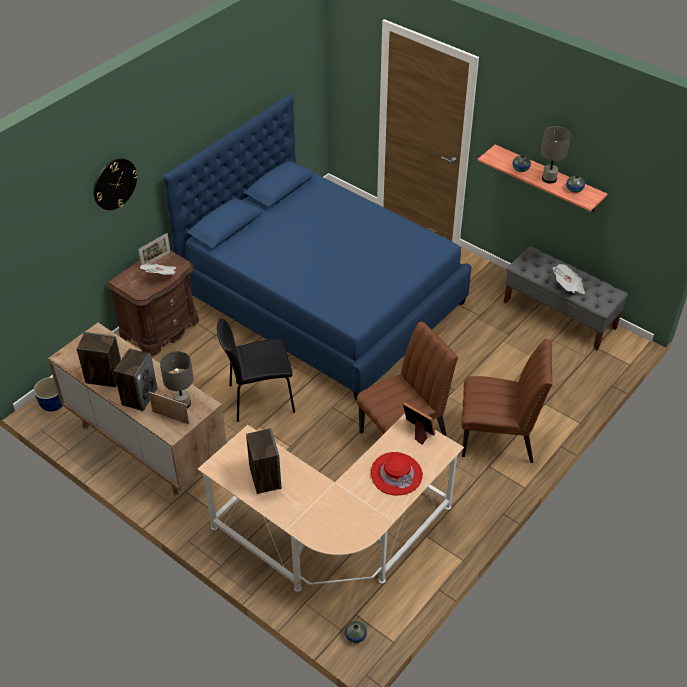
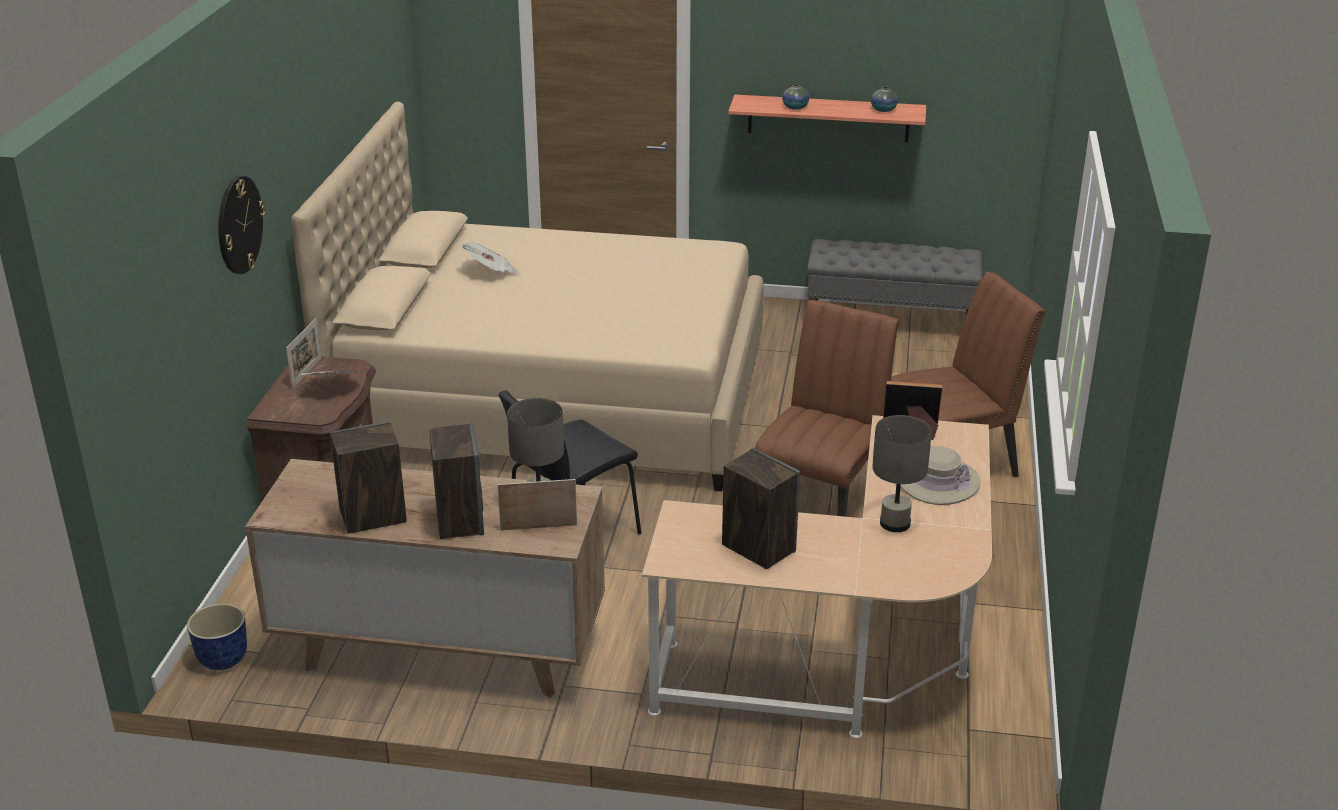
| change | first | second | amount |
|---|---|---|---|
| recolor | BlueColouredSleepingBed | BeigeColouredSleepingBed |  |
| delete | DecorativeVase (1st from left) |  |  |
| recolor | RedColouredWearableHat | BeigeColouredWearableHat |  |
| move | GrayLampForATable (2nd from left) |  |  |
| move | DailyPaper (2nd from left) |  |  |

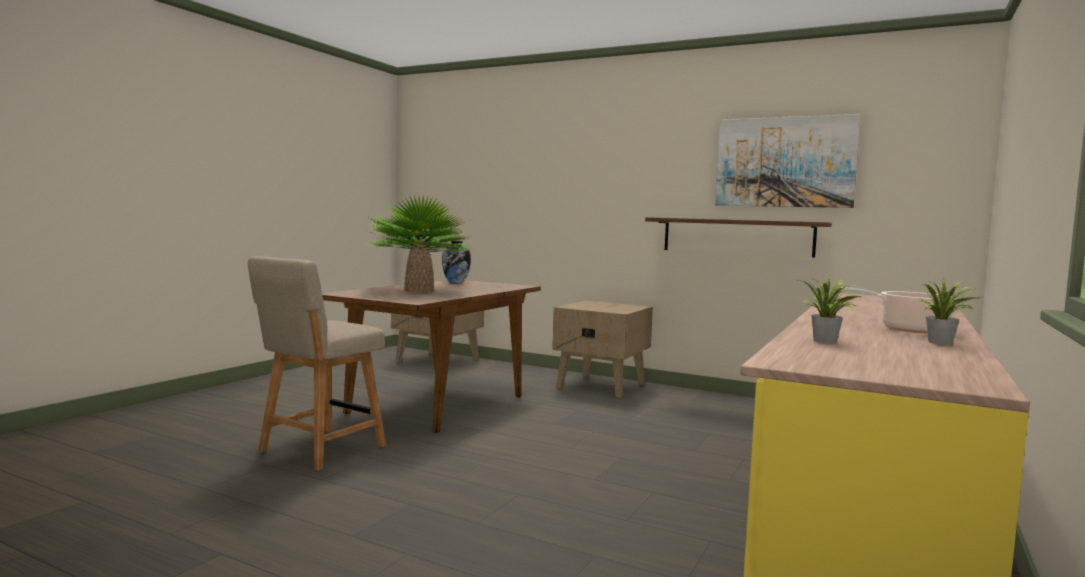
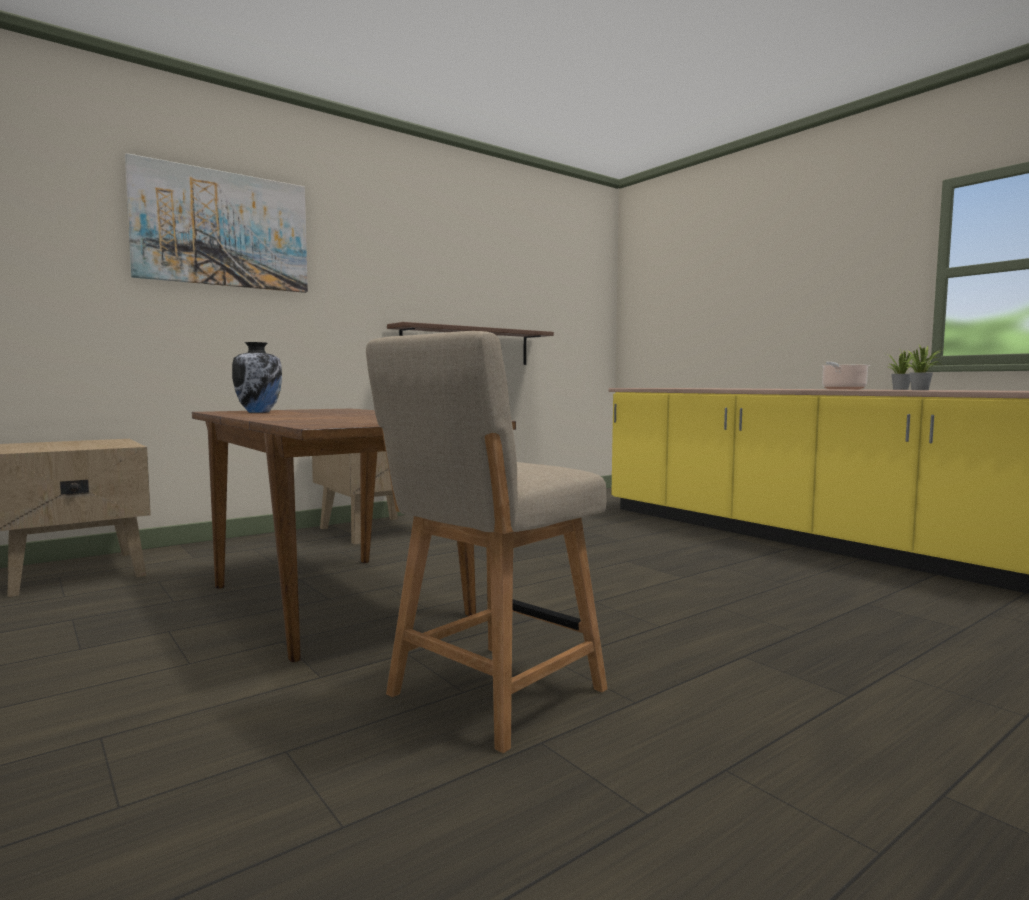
| change | first | second | amount |
|---|---|---|---|
| rotate | BeigeColouredChair |  | 75 degrees clockwise |
| delete | PlantInAPot (1st from left) |  |  |
| move | Picture |  |  |

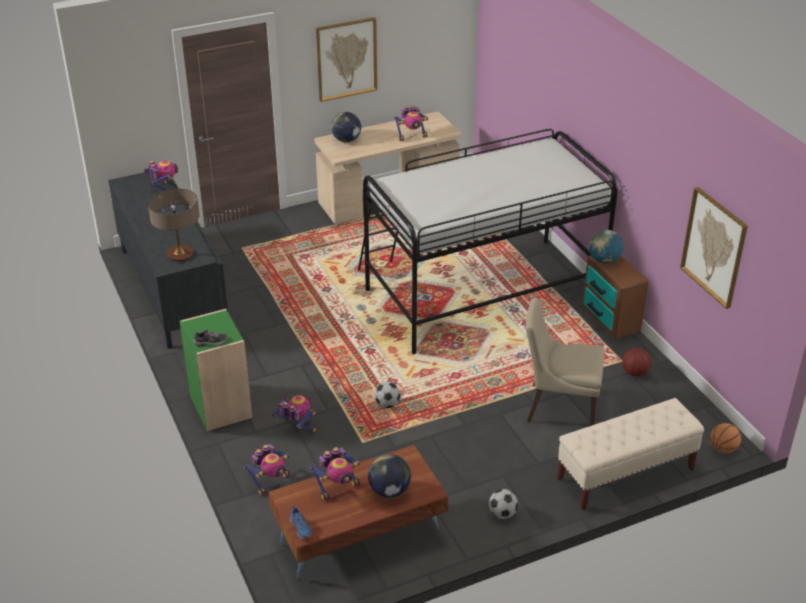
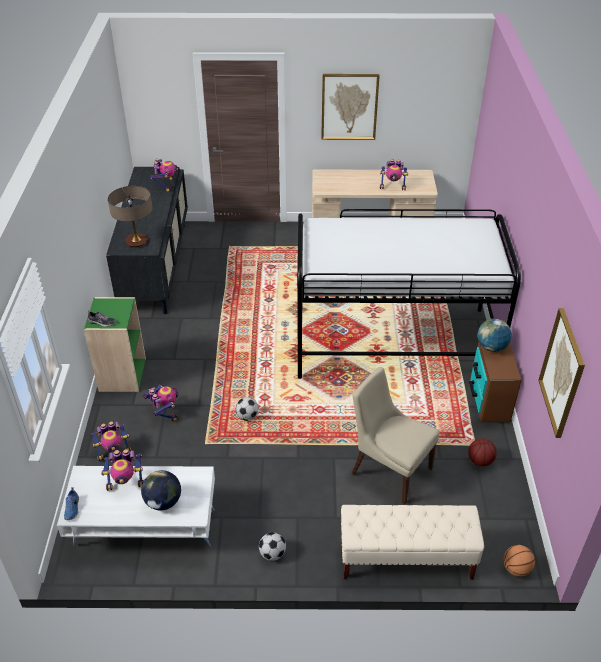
| change | first | second | amount |
|---|---|---|---|
| recolor | BrownLowTable | WhiteLowTable |  |
| delete | WorldGlobe (1st from left) |  |  |

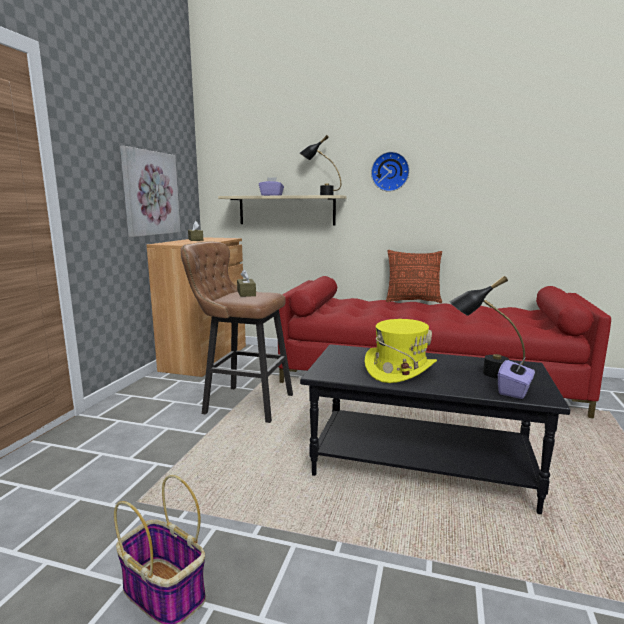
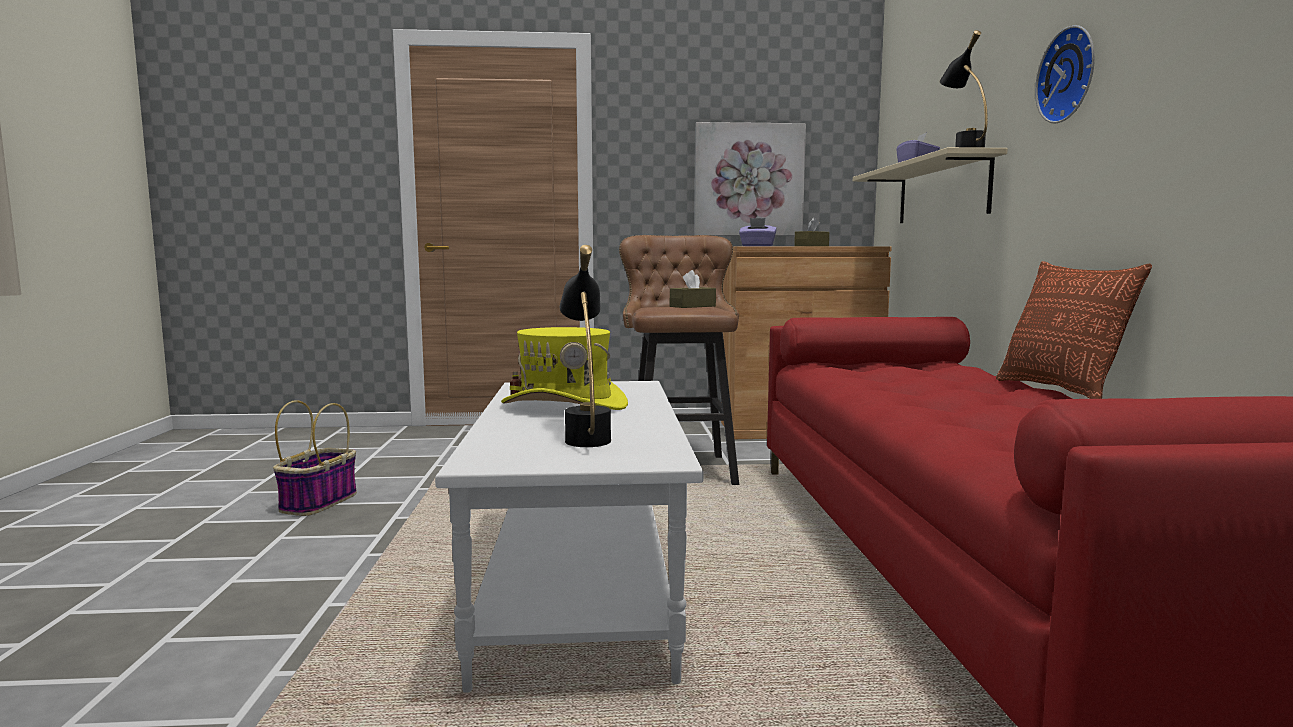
| change | first | second | amount |
|---|---|---|---|
| recolor | BlackColouredLowTable | WhiteLowTable |  |
| move | PurpleColouredBoxOfTissues (2nd from left in the first image) | PurpleColouredBoxOfTissues (1st from left) |  |

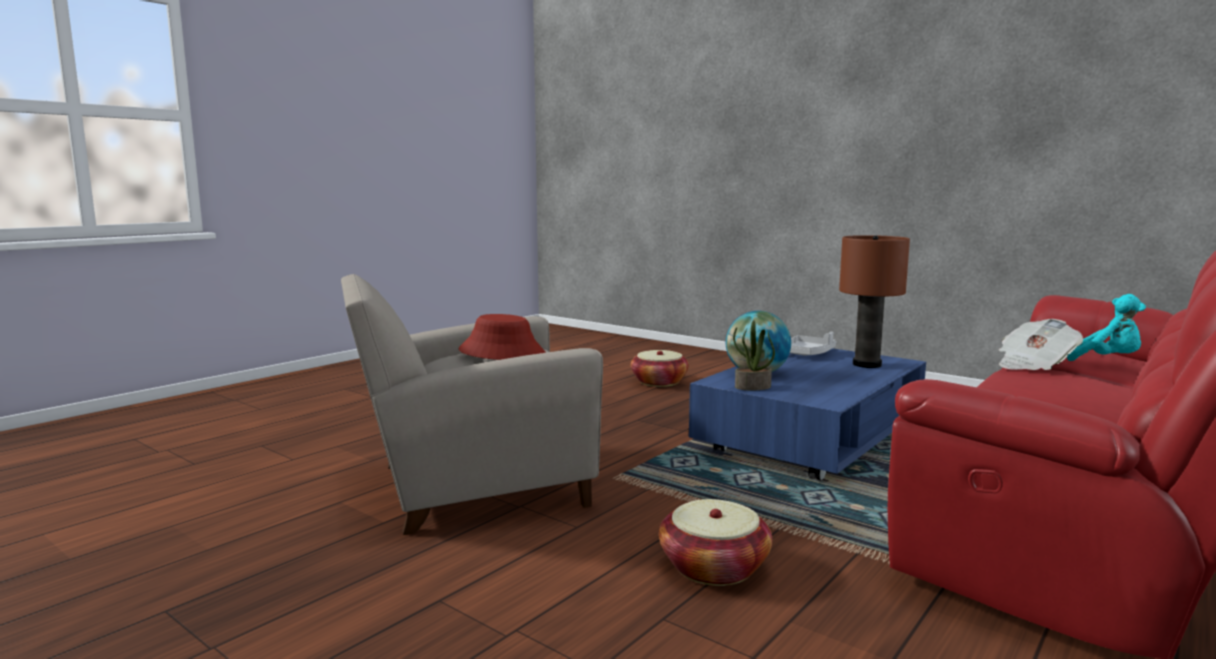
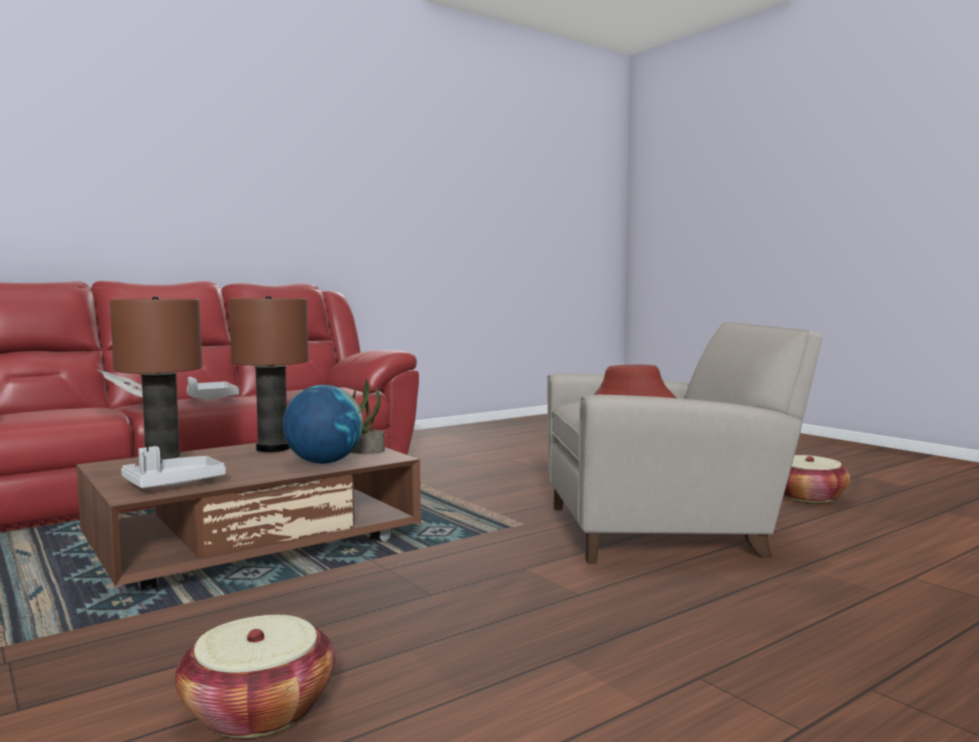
| change | first | second | amount |
|---|---|---|---|
| move | Basket (2nd from left) |  |  |
| recolor | BlueColouredLowTable | BrownLowTable |  |
| delete | TurquoiseColouredCuddlyToy |  |  |
| insert |  | GrayTray (2nd from left) |  |
| insert |  | BrownLampForATable (2nd from left) |  |

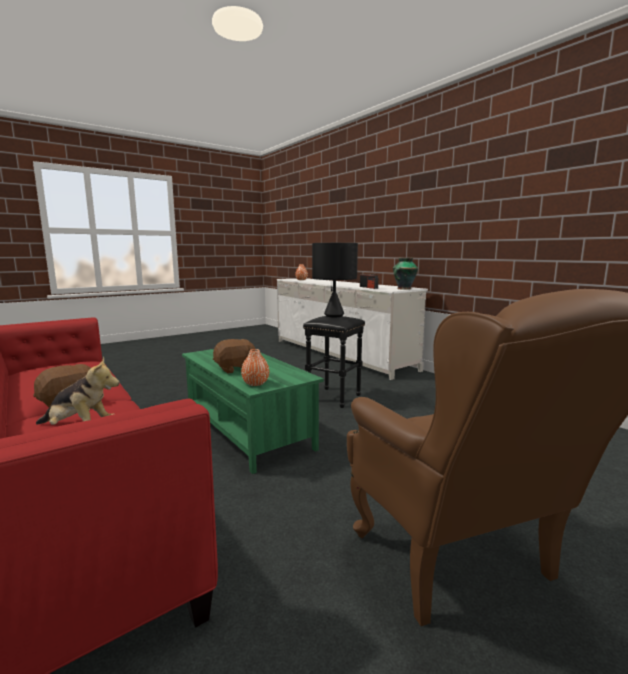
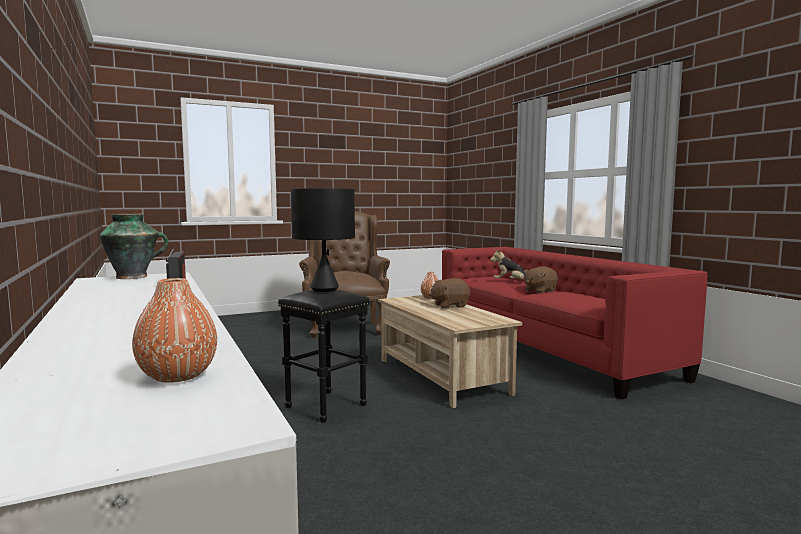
| change | first | second | amount |
|---|---|---|---|
| recolor | GreenishLowTable | BeigeColouredLowTable |  |

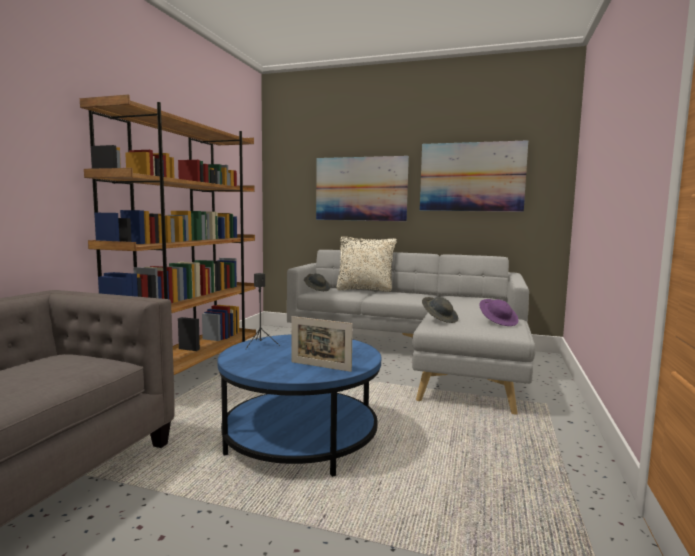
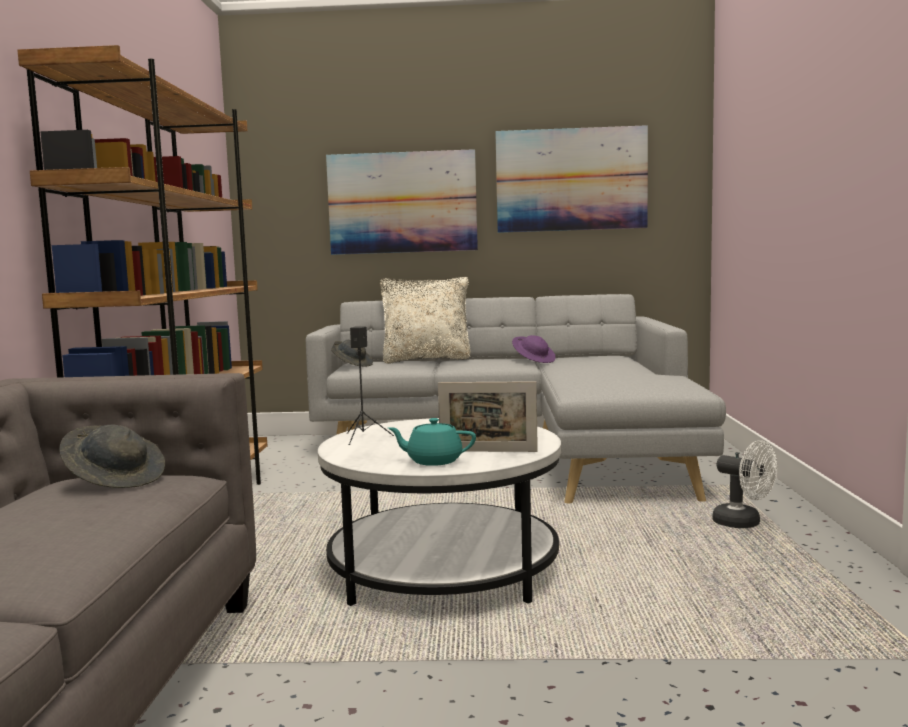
| change | first | second | amount |
|---|---|---|---|
| recolor | BlueColouredLowTable | WhiteLowTable |  |
| move | GrayWearableHat (2nd from left in the first image) | GrayWearableHat (1st from left) |  |
| move | PurpleColouredWearableHat |  |  |
| insert |  | TurquoiseColouredTeaPot |  |
| insert |  | WhiteFan |  |

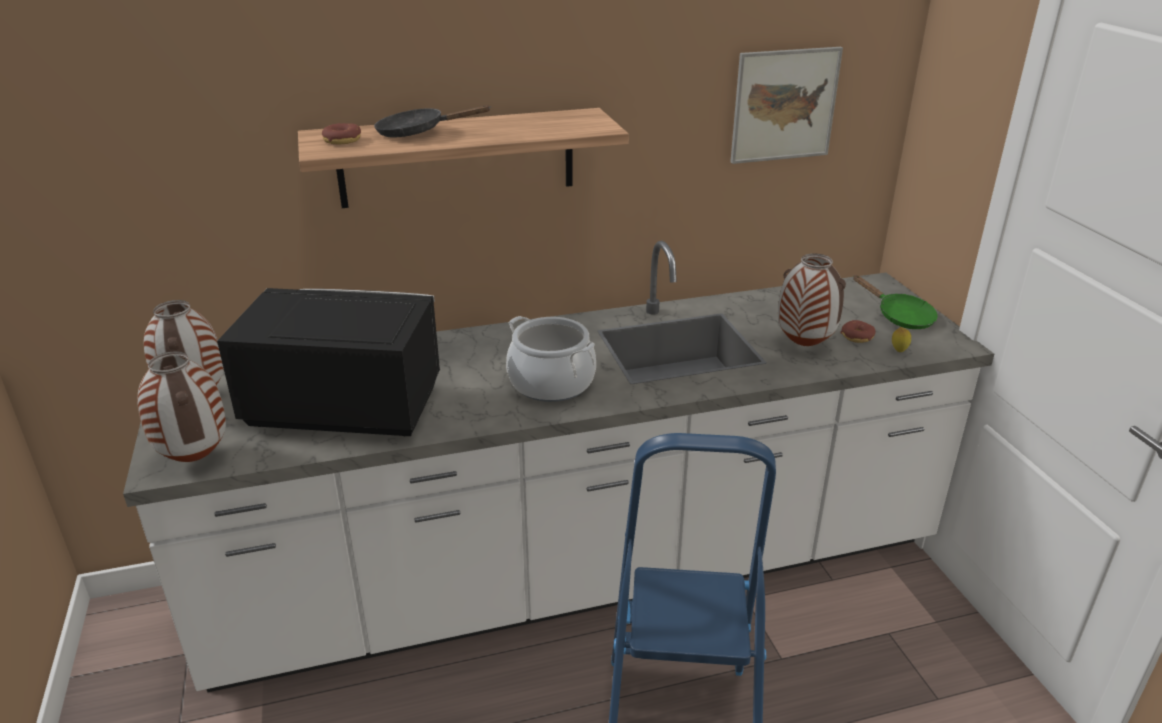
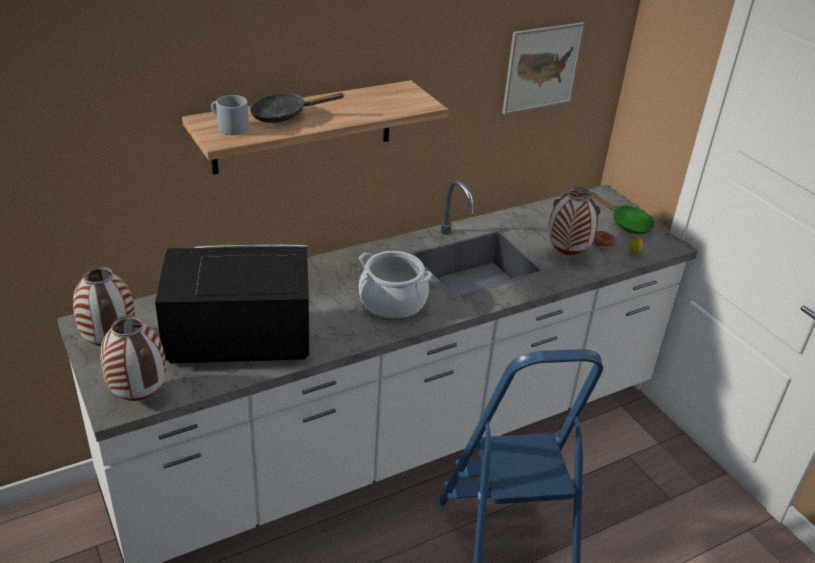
| change | first | second | amount |
|---|---|---|---|
| replace | RingDoughnut (1st from left) | GrayTeaMug |  |

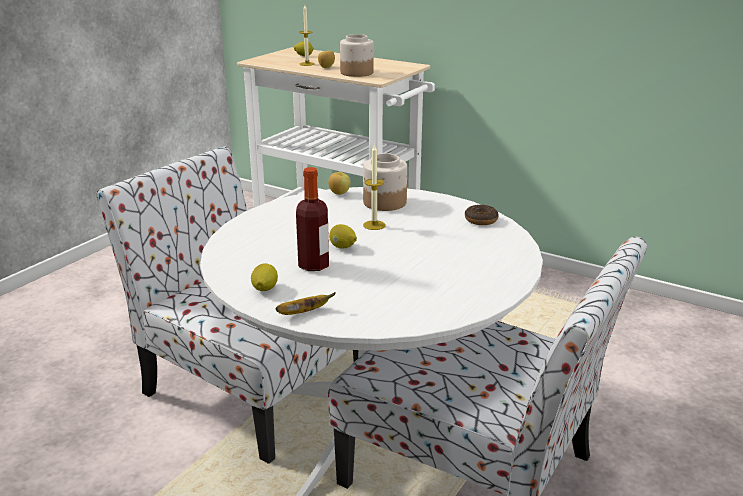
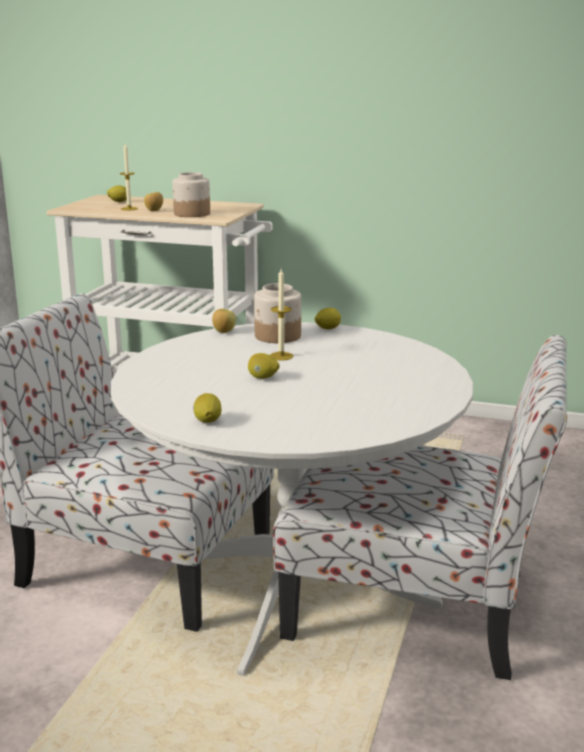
| change | first | second | amount |
|---|---|---|---|
| delete | BananaFruit |  |  |
| delete | DrinkBottle |  |  |
| delete | RingDoughnut |  |  |
| insert |  | Lemon (4th from left) |  |

